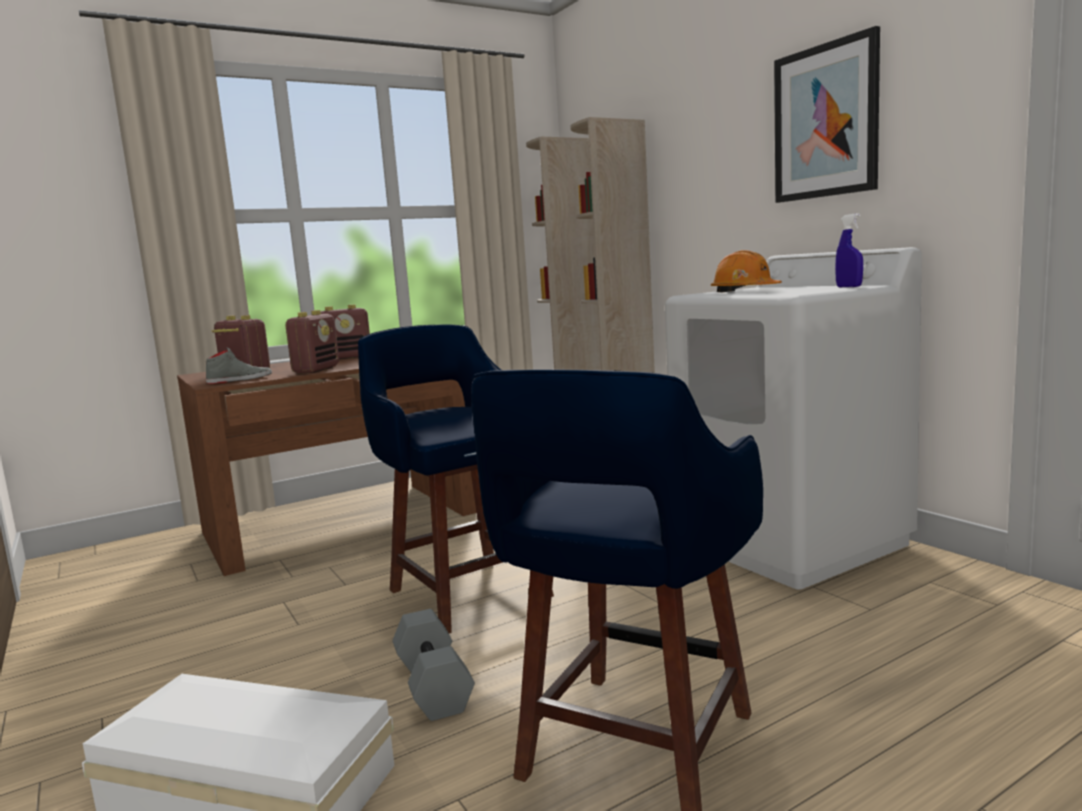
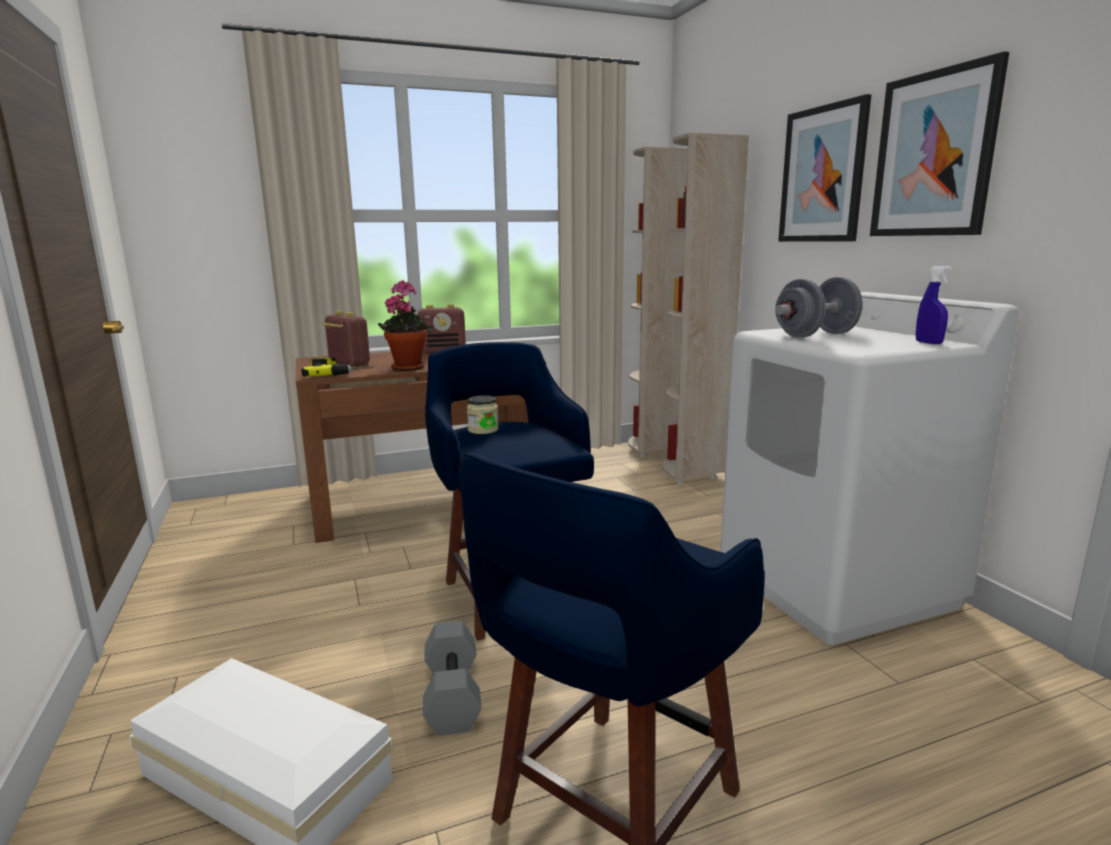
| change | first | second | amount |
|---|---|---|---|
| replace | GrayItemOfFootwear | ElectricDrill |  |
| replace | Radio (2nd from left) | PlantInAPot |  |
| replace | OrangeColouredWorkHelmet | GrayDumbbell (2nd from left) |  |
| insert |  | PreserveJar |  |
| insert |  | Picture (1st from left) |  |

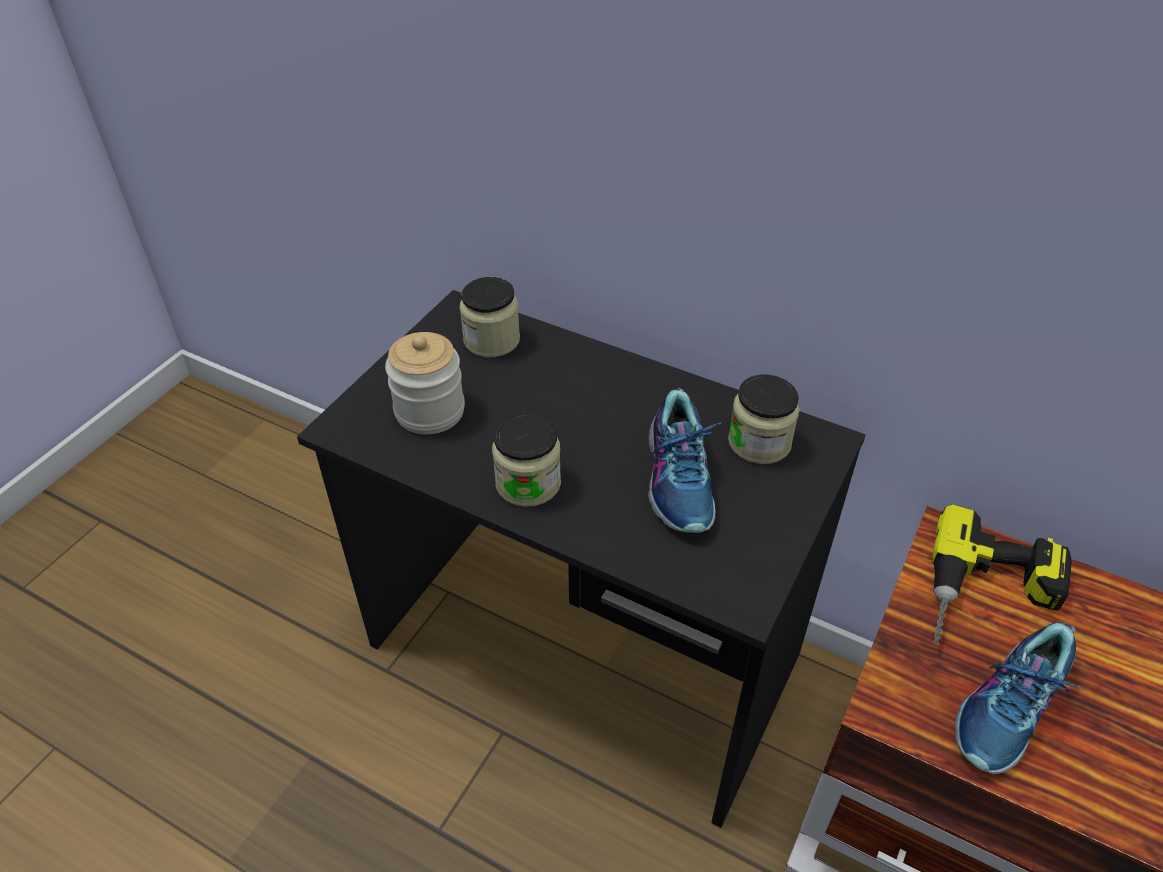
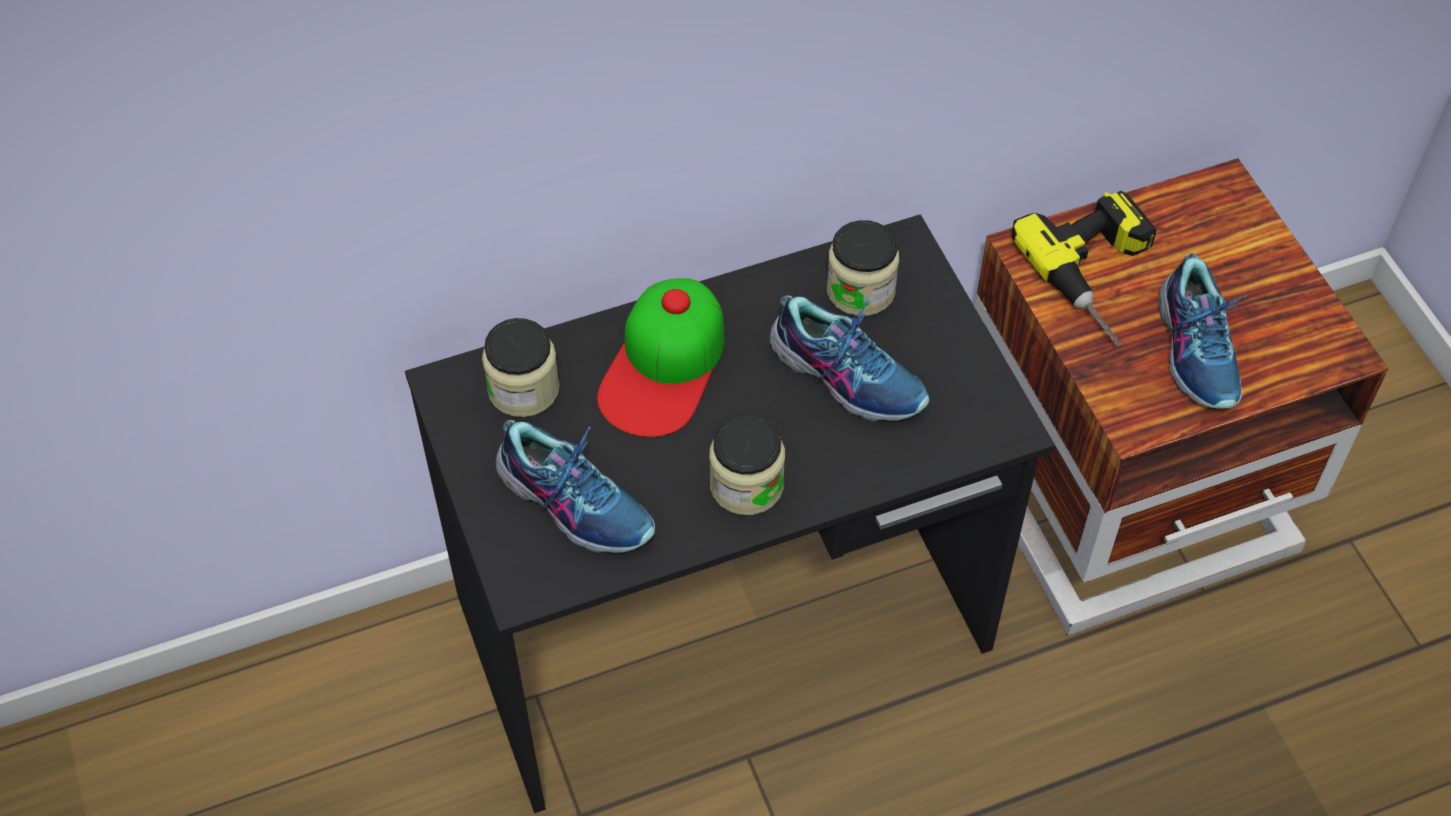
| change | first | second | amount |
|---|---|---|---|
| replace | PreserveJar (1st from left) | ItemOfFootwear (1st from left) |  |
| insert |  | Cap |  |

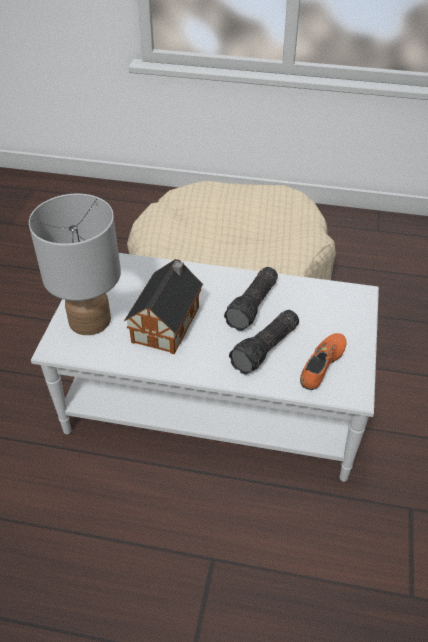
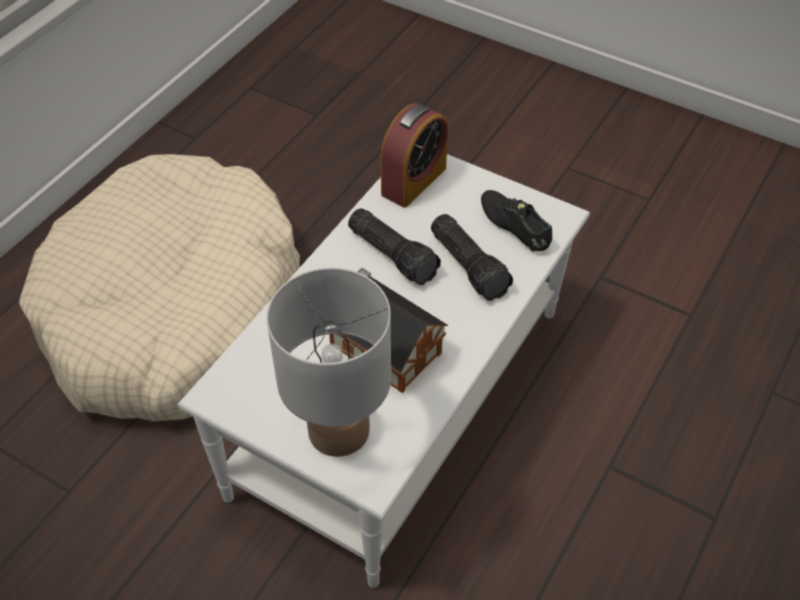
| change | first | second | amount |
|---|---|---|---|
| recolor | OrangeColouredItemOfFootwear | BlackColouredItemOfFootwear |  |
| insert |  | AlarmClock |  |

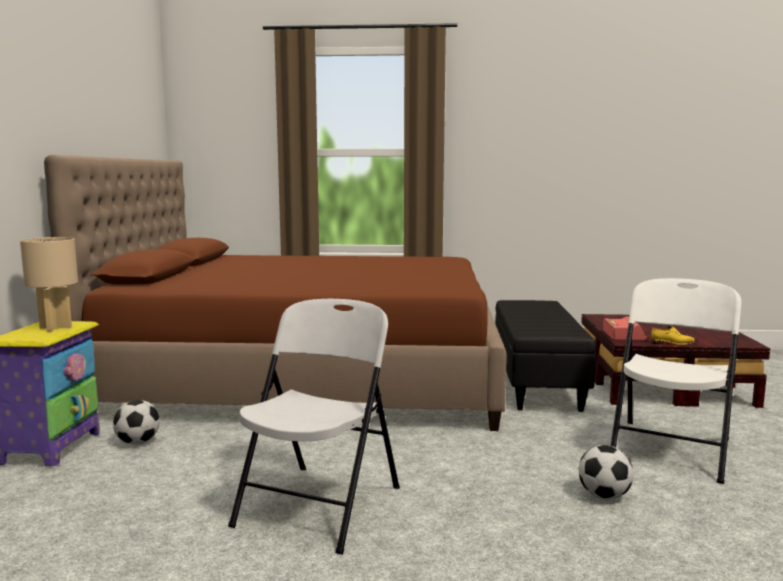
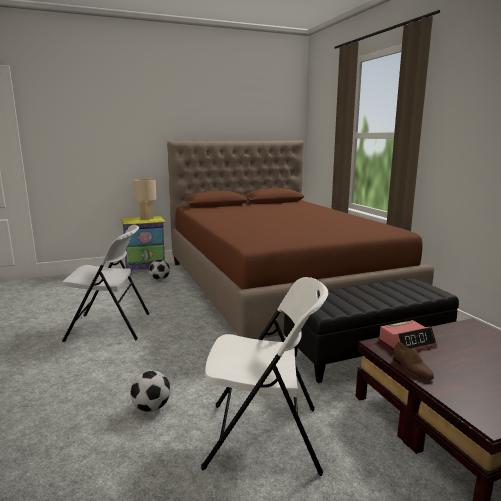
| change | first | second | amount |
|---|---|---|---|
| recolor | YellowColouredItemOfFootwear | BrownItemOfFootwear |  |

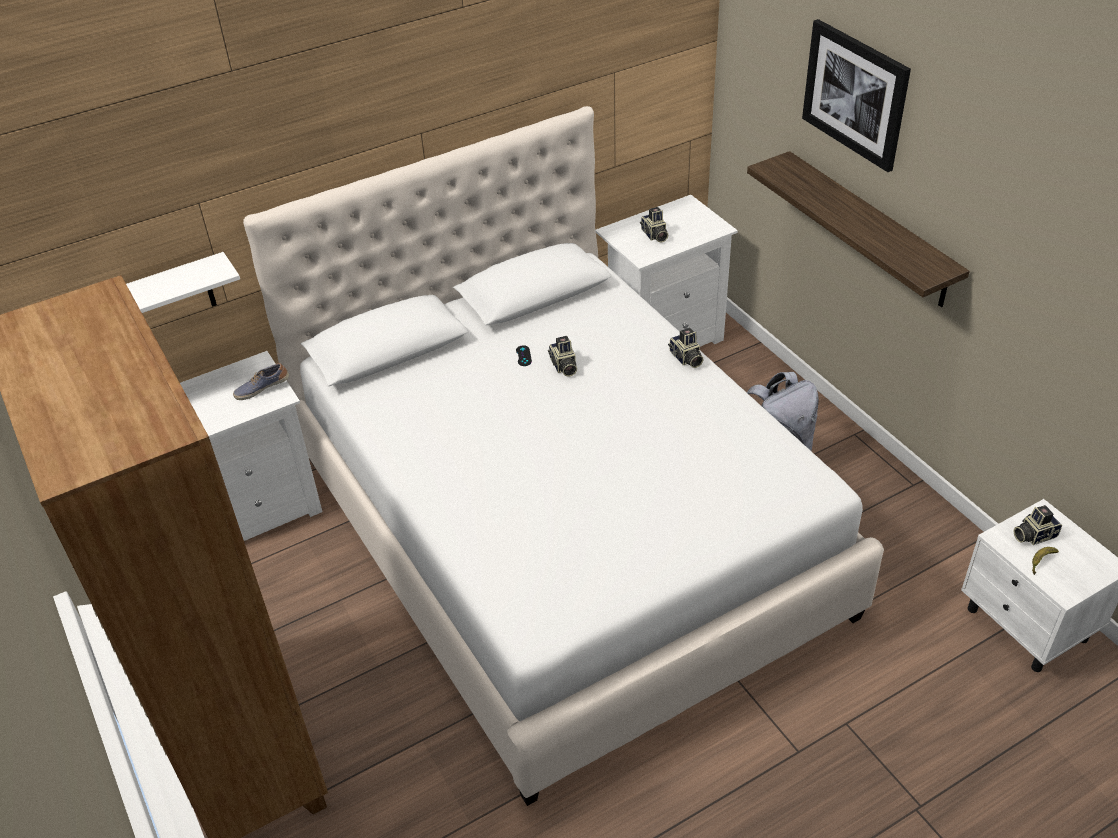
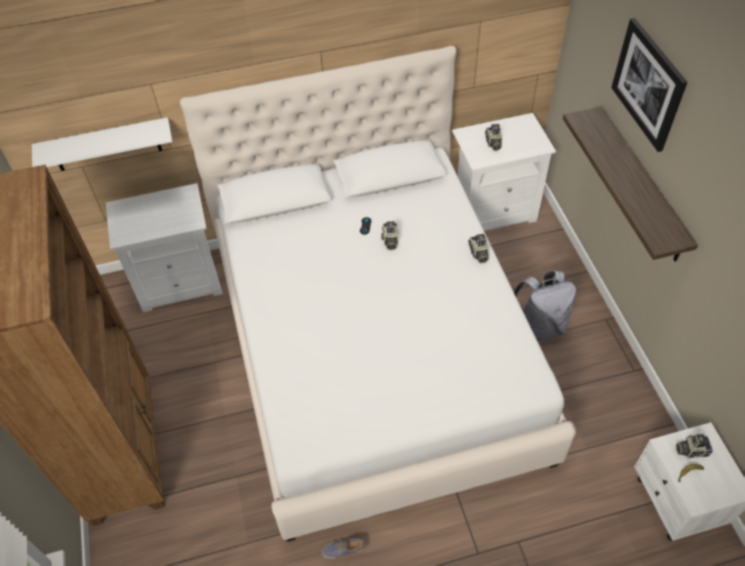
| change | first | second | amount |
|---|---|---|---|
| move | ItemOfFootwear |  |  |

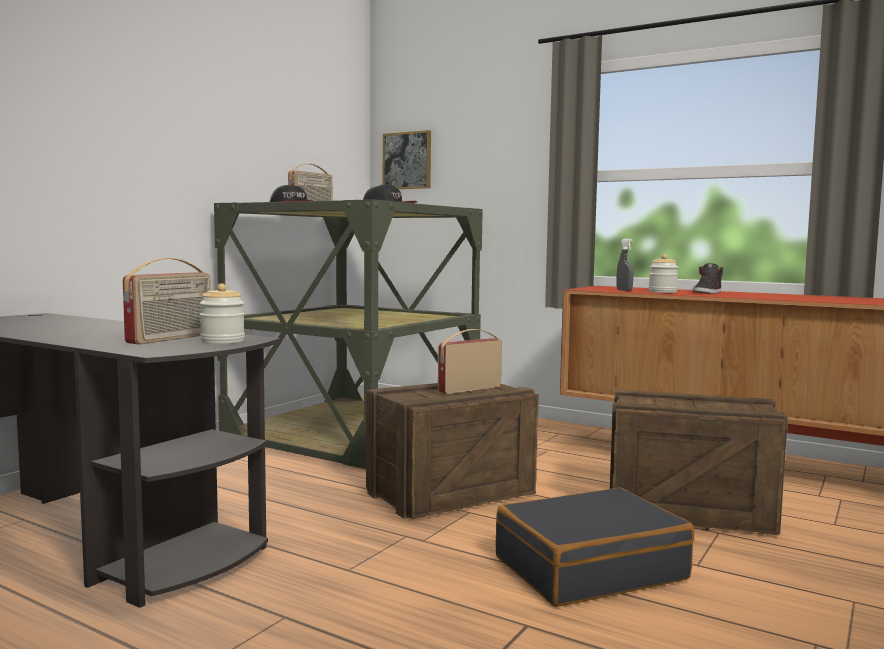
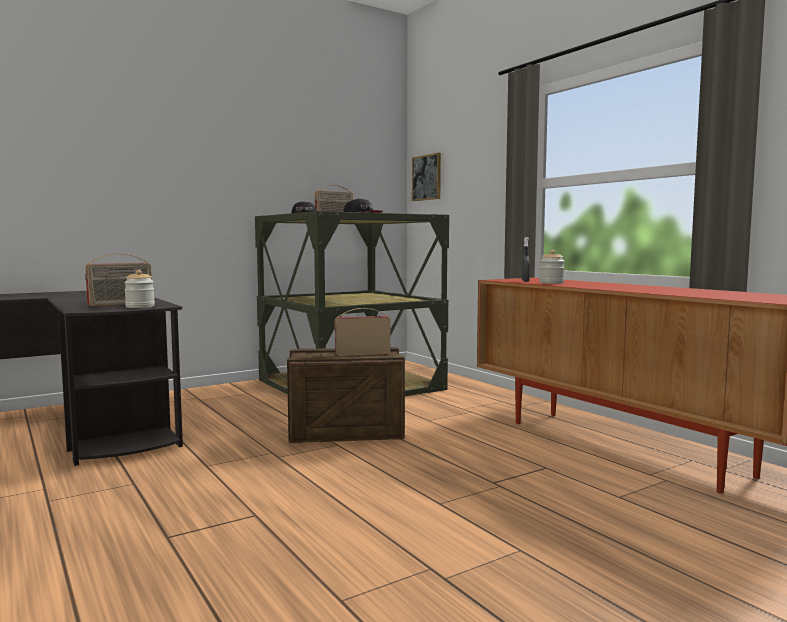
| change | first | second | amount |
|---|---|---|---|
| delete | BlackColouredTravelCase |  |  |
| delete | PackingCrate (2nd from left) |  |  |
| delete | BlackColouredItemOfFootwear |  |  |

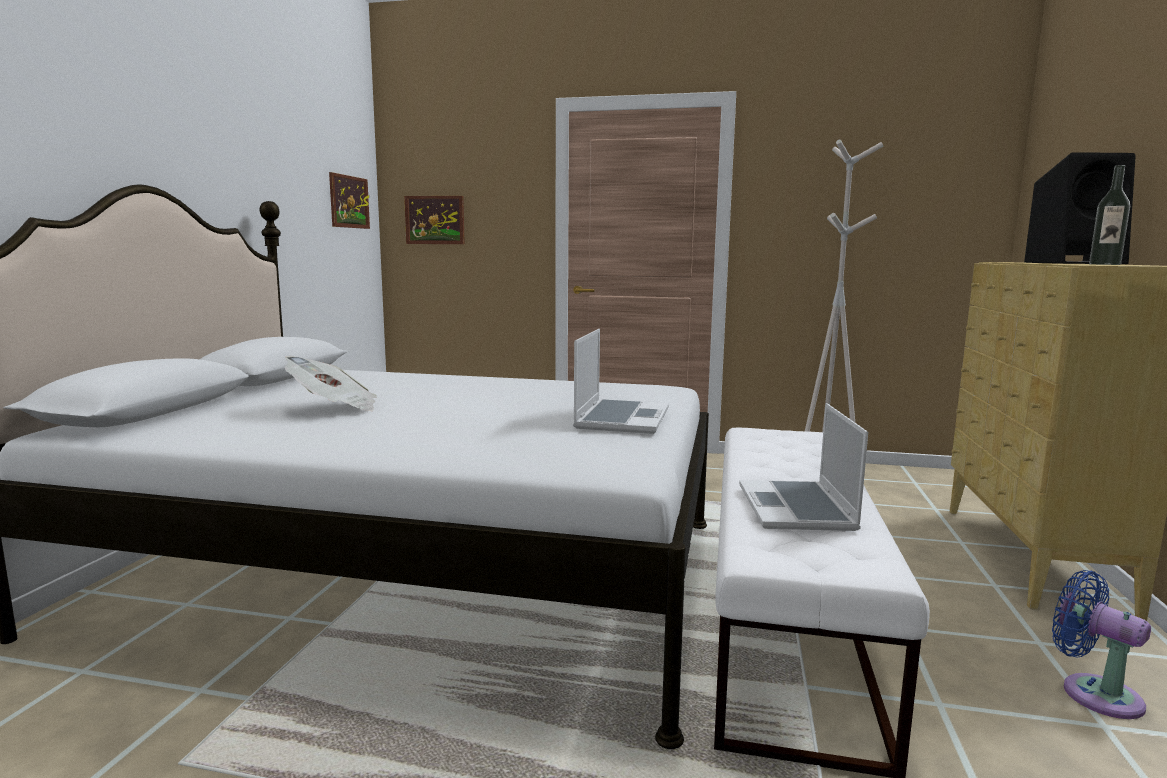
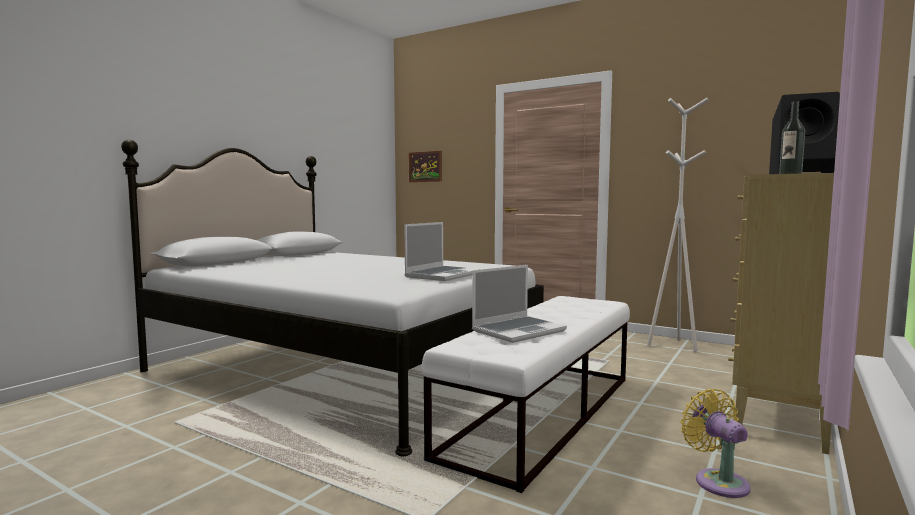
| change | first | second | amount |
|---|---|---|---|
| delete | DailyPaper |  |  |
| delete | Picture (1st from left) |  |  |
| rotate | Laptop (2nd from left) |  | 150 degrees counterclockwise |
| recolor | BlueColouredFan | YellowColouredFan |  |

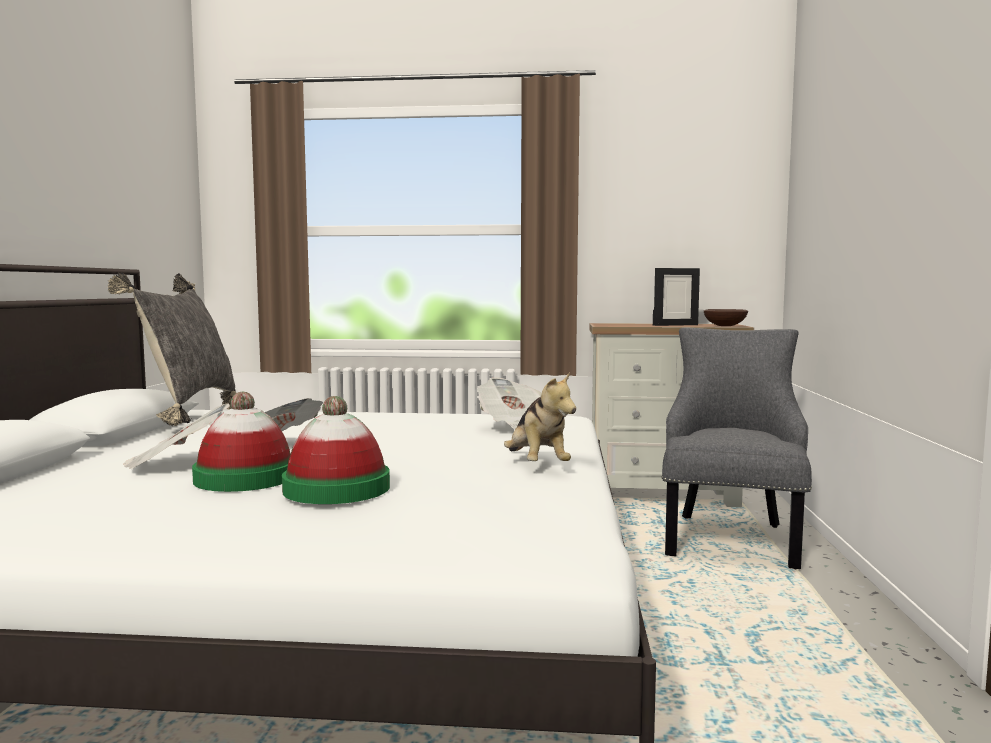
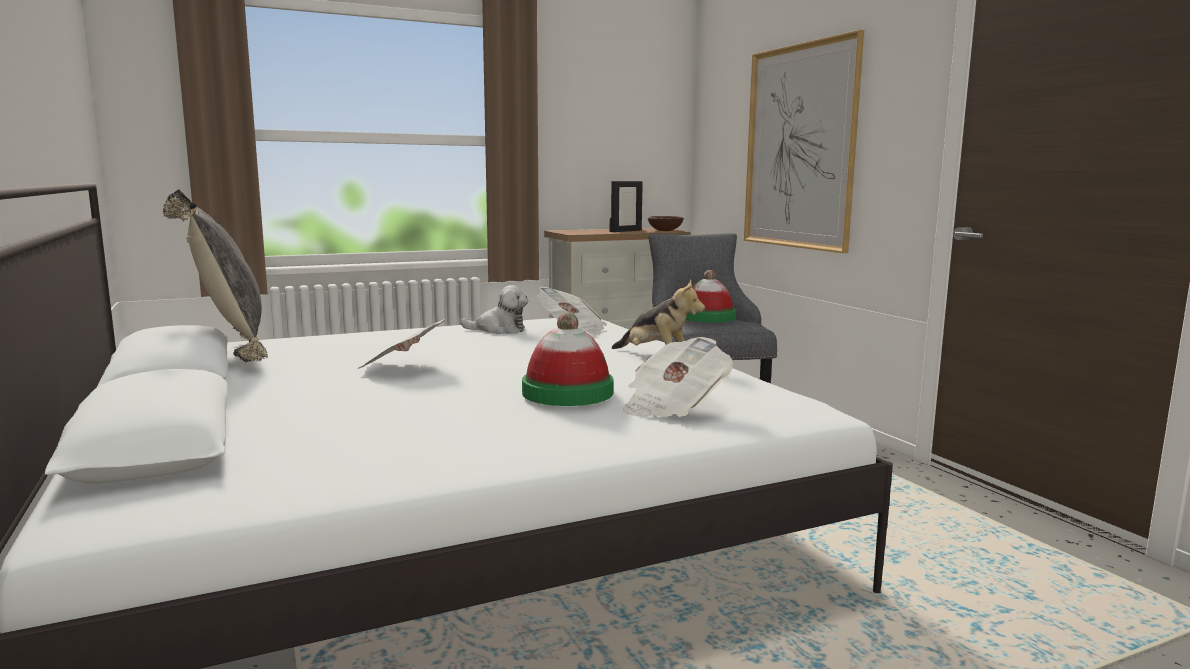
| change | first | second | amount |
|---|---|---|---|
| move | DailyPaper (1st from left in the first image) | DailyPaper (3rd from left) |  |
| move | WearableHat (1st from left in the first image) | WearableHat (2nd from left) |  |
| insert |  | CuddlyToy (1st from left) |  |
| insert |  | Picture |  |

